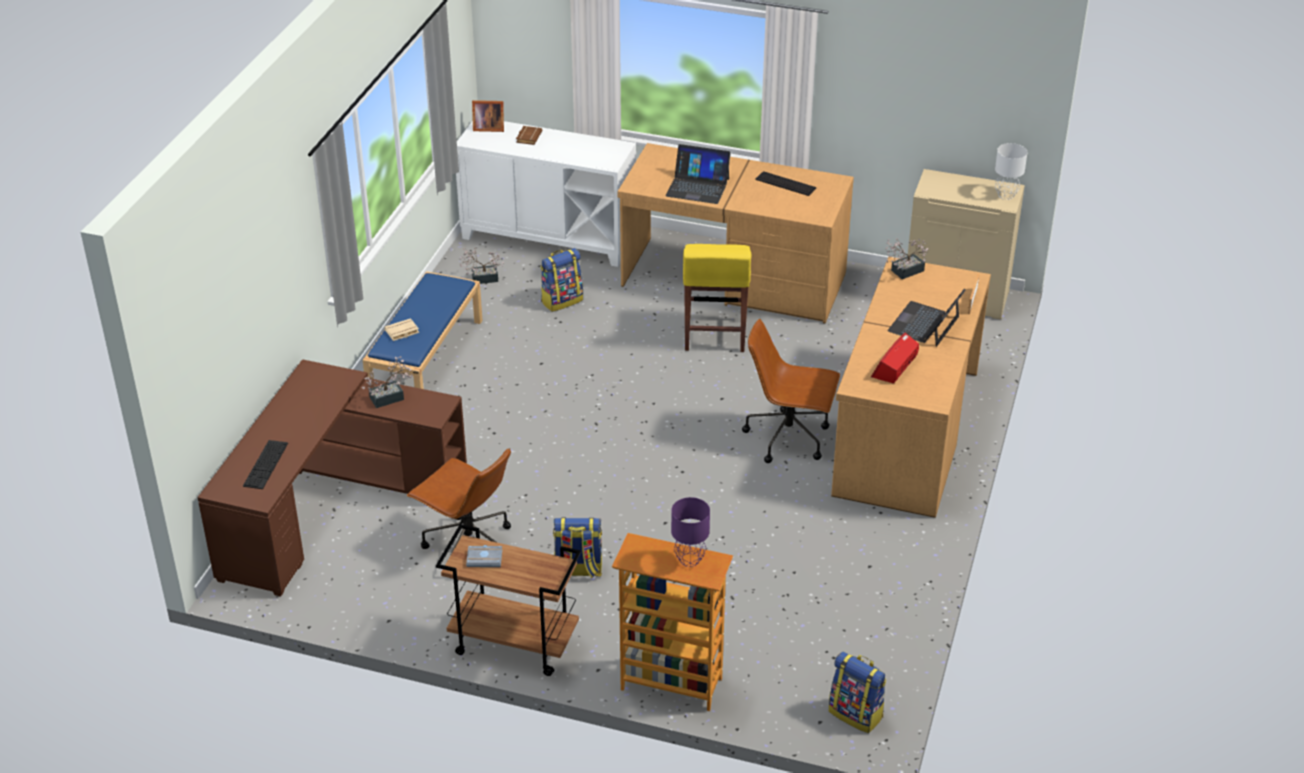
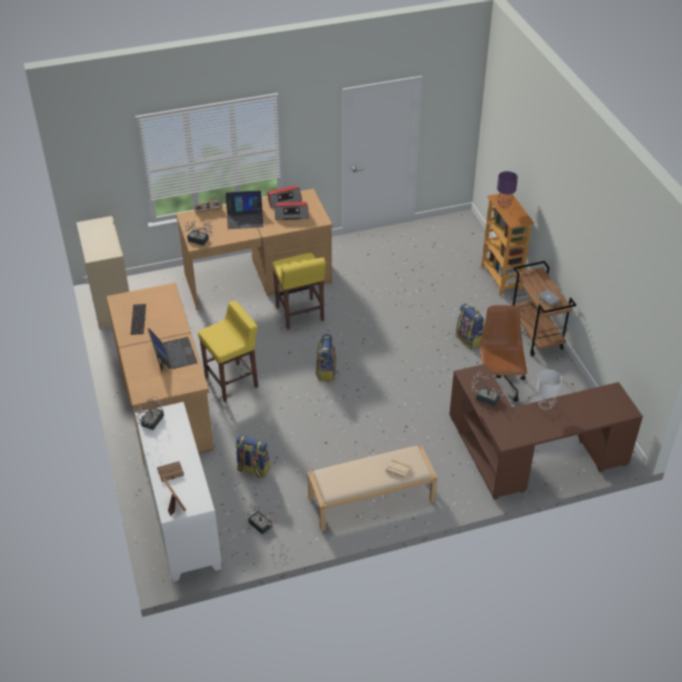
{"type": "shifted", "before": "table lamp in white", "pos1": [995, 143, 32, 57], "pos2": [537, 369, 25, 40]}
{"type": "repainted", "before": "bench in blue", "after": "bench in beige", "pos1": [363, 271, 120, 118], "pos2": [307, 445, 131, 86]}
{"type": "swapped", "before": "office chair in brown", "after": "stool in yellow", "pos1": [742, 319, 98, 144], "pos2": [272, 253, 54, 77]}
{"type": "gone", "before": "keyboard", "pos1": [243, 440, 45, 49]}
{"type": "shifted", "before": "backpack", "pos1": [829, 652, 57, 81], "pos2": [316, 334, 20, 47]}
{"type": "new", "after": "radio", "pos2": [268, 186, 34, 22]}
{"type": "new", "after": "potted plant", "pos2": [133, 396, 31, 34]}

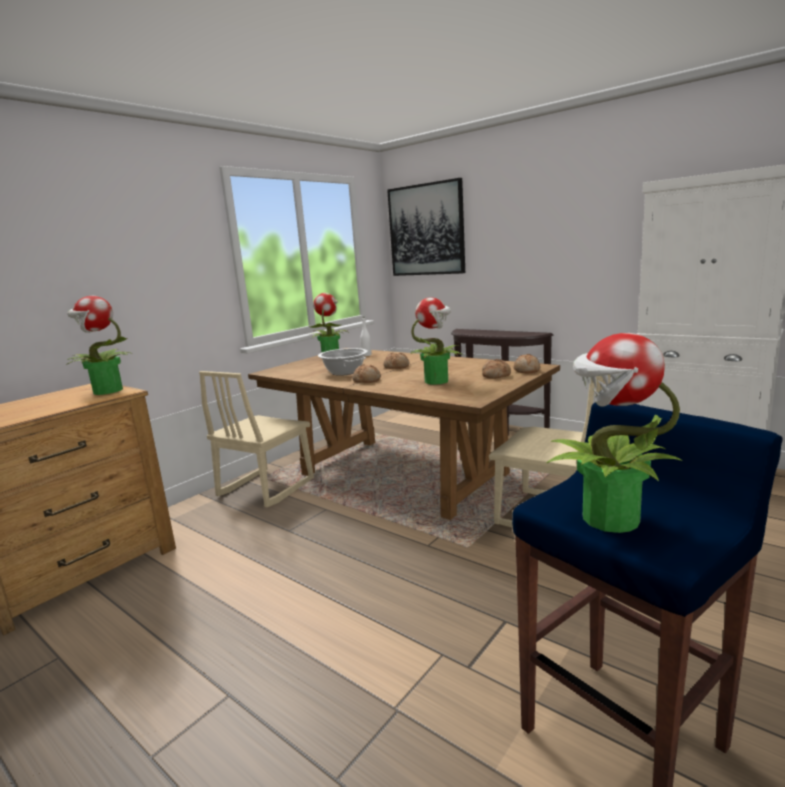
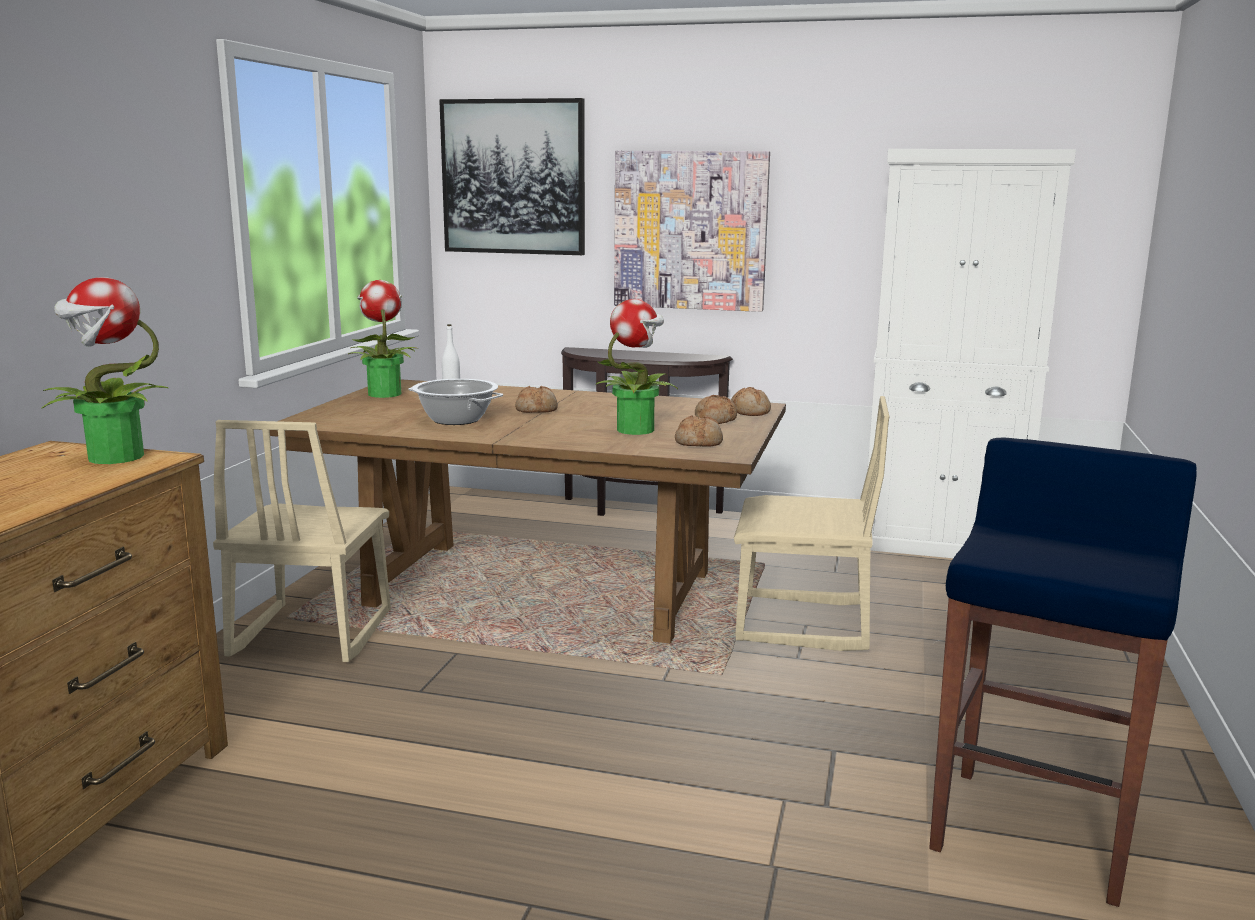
{"type": "gone", "before": "potted plant", "pos1": [546, 333, 136, 200]}
{"type": "shifted", "before": "bread", "pos1": [352, 364, 29, 19], "pos2": [675, 415, 48, 31]}
{"type": "new", "after": "picture", "pos2": [614, 151, 156, 161]}

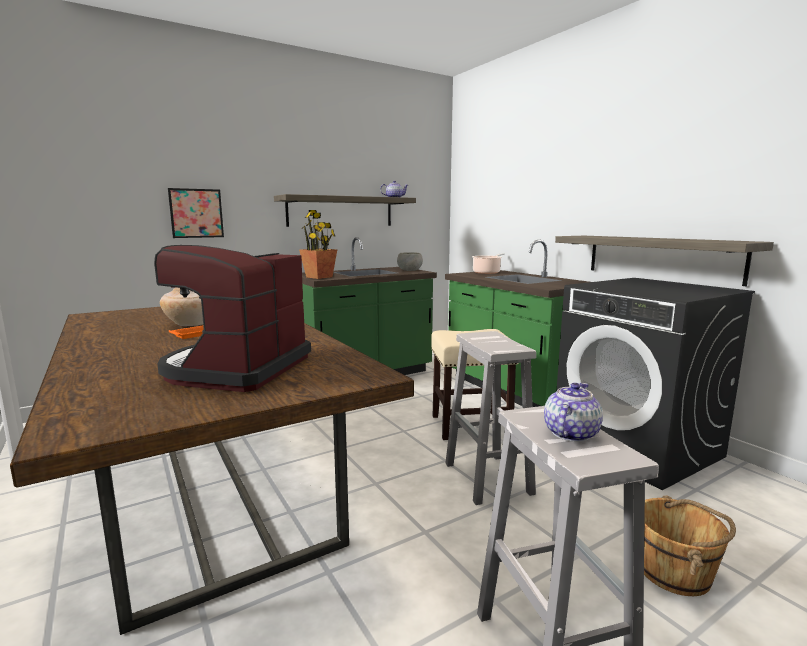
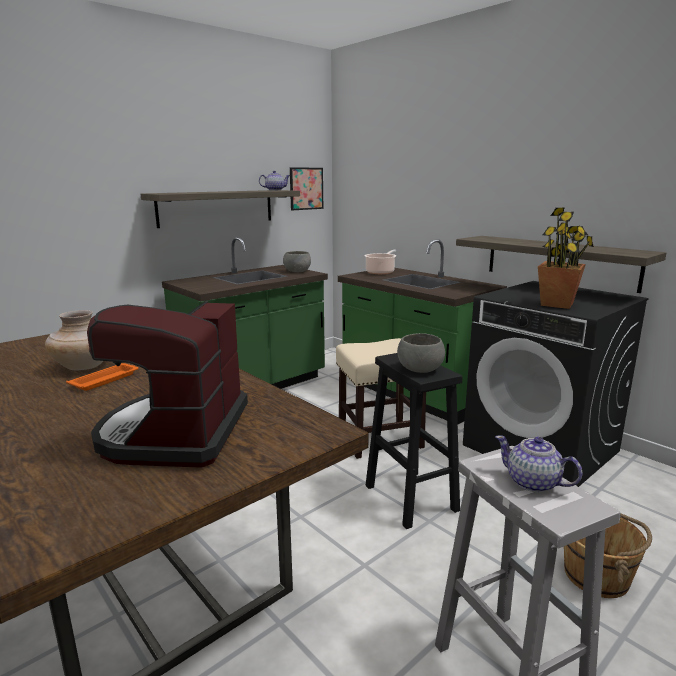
{"type": "shifted", "before": "picture", "pos1": [168, 188, 56, 50], "pos2": [290, 167, 33, 44]}
{"type": "shifted", "before": "potted plant", "pos1": [299, 210, 39, 69], "pos2": [538, 207, 56, 102]}
{"type": "repainted", "before": "stool in white", "after": "stool in black", "pos1": [445, 331, 91, 174], "pos2": [366, 353, 96, 176]}
{"type": "rotated", "before": "teapot", "pos1": [544, 383, 59, 59], "pos2": [495, 435, 87, 58], "turn": -75}
{"type": "new", "after": "bowl in grey", "pos2": [397, 333, 48, 40]}

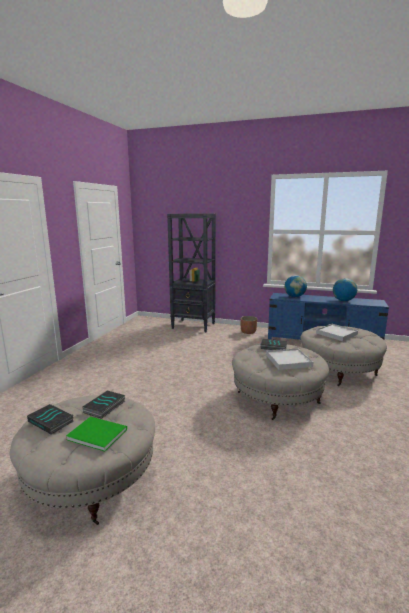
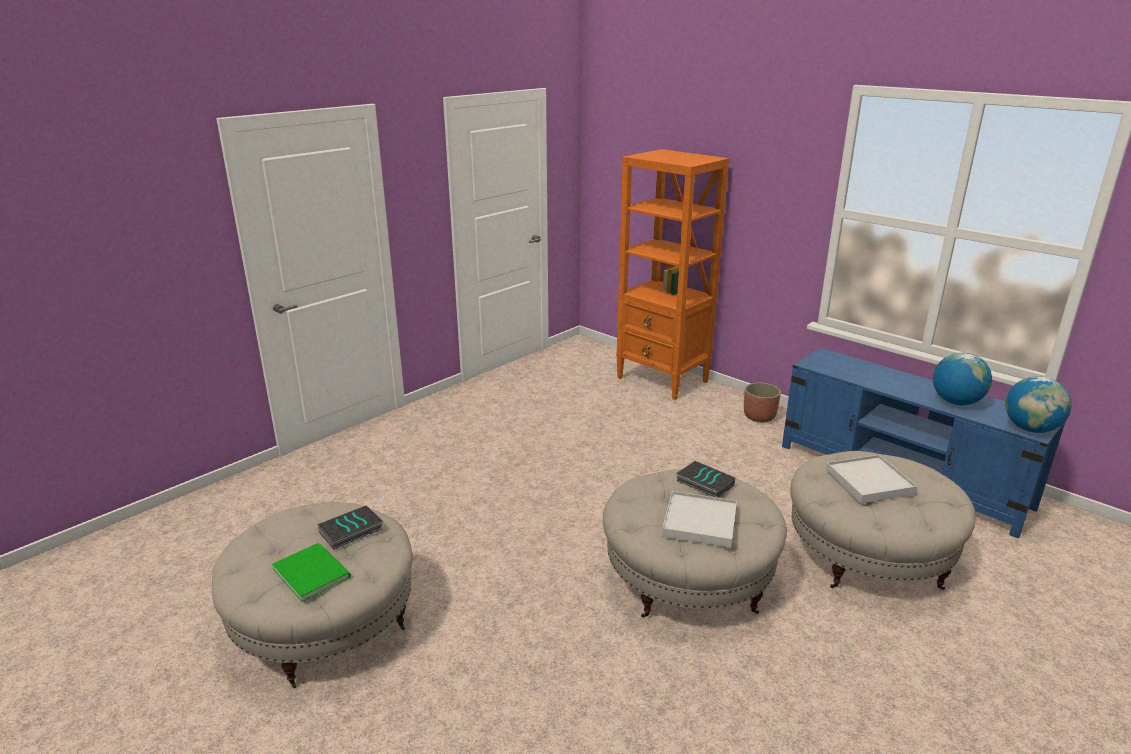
{"type": "repainted", "before": "bookcase in black", "after": "bookcase in orange", "pos1": [167, 214, 49, 118], "pos2": [616, 149, 113, 251]}
{"type": "shifted", "before": "globe", "pos1": [284, 275, 23, 22], "pos2": [1005, 376, 67, 57]}
{"type": "gone", "before": "book", "pos1": [27, 404, 46, 30]}

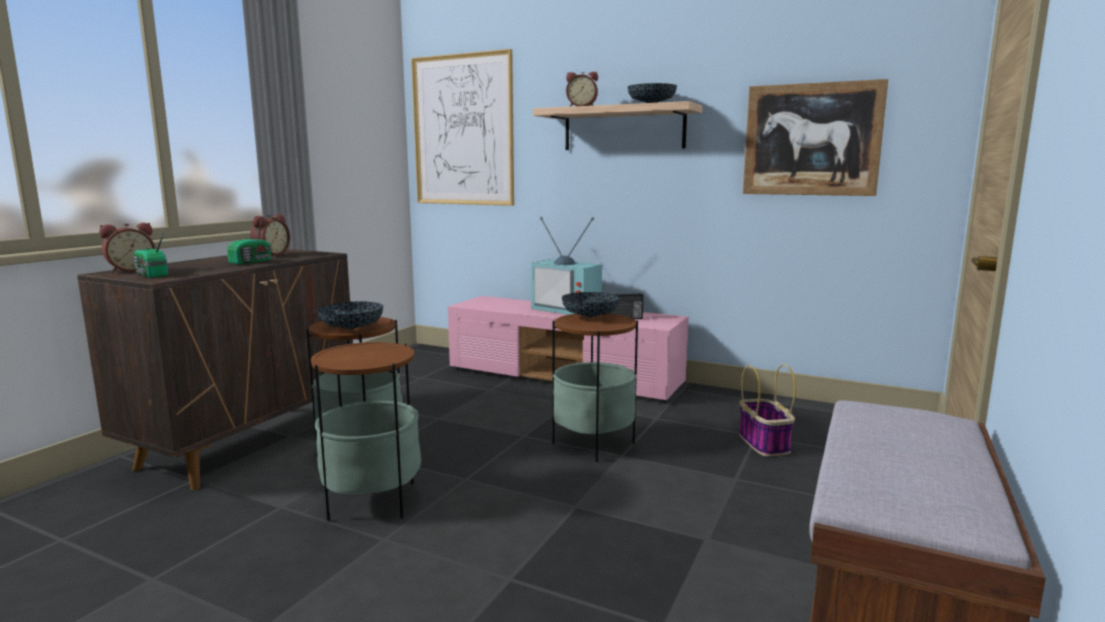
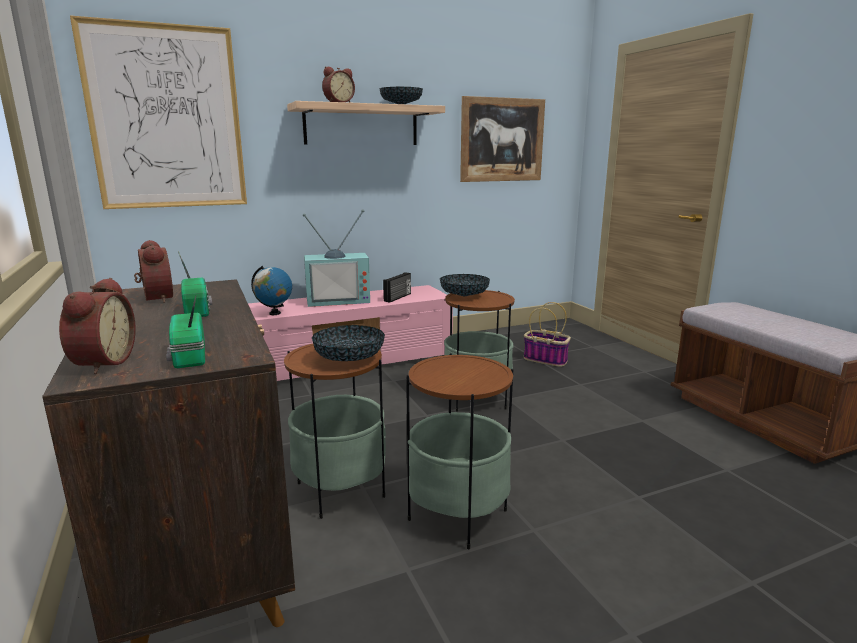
{"type": "rotated", "before": "radio", "pos1": [134, 230, 34, 48], "pos2": [166, 296, 39, 72], "turn": 75}
{"type": "new", "after": "globe", "pos2": [251, 266, 41, 49]}

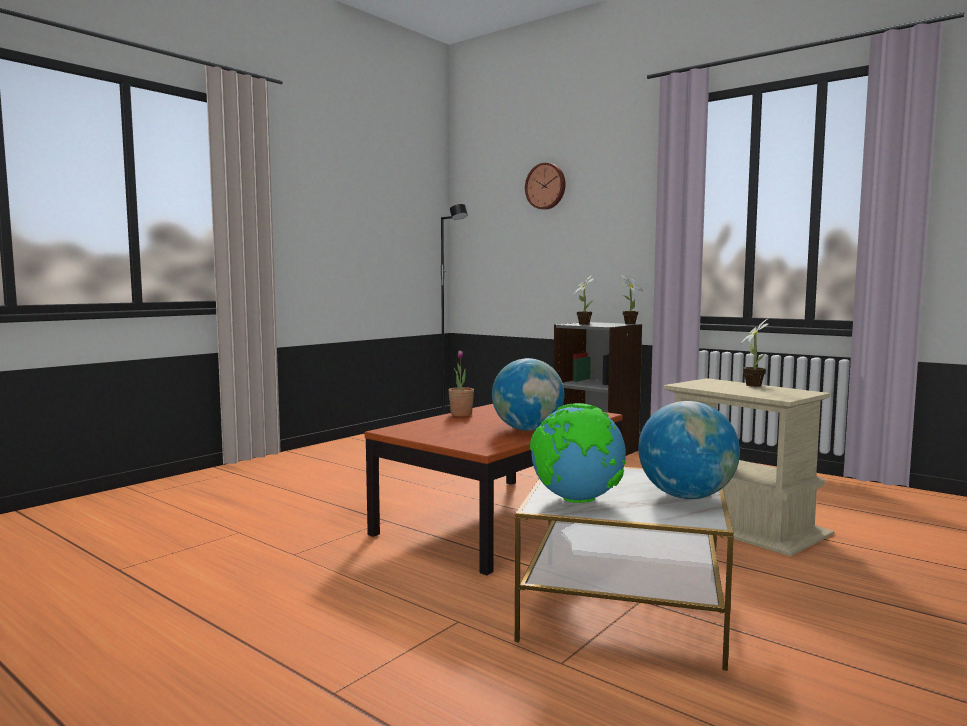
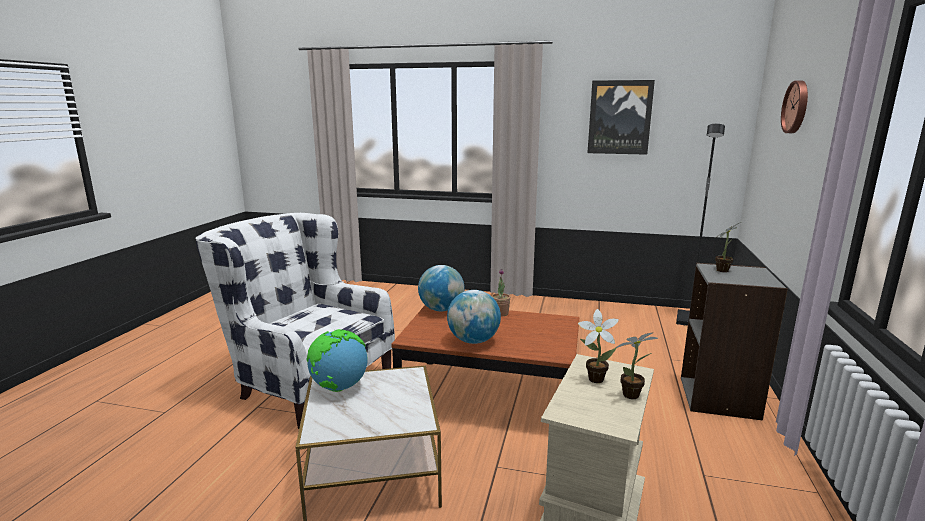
{"type": "shifted", "before": "potted plant", "pos1": [620, 275, 23, 49], "pos2": [578, 309, 41, 74]}
{"type": "shifted", "before": "globe", "pos1": [638, 401, 102, 98], "pos2": [418, 265, 47, 46]}
{"type": "new", "after": "picture", "pos2": [588, 80, 67, 75]}
{"type": "new", "after": "armchair in white", "pos2": [196, 213, 199, 216]}

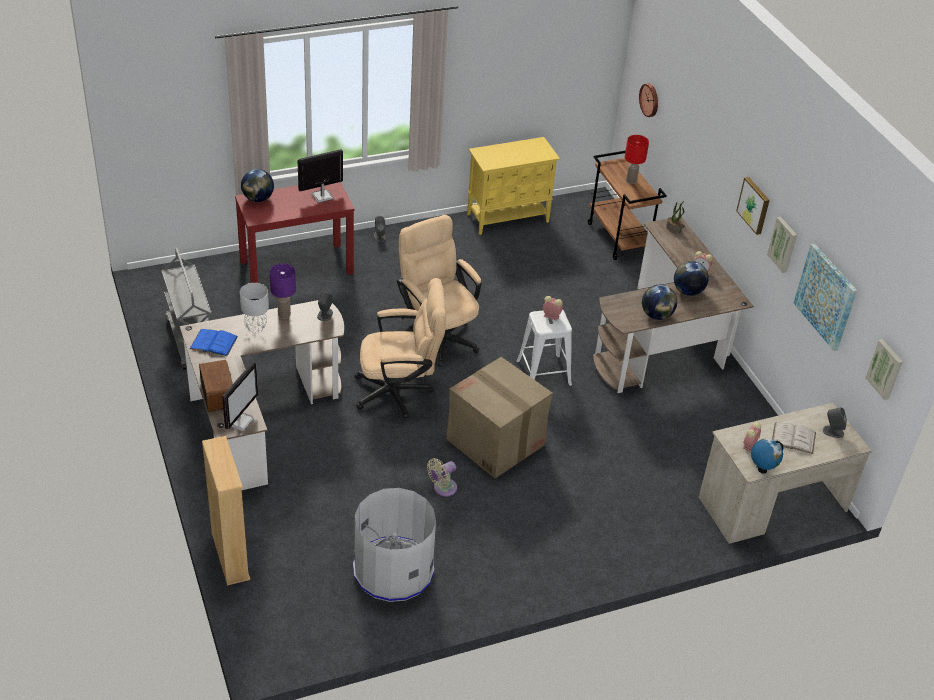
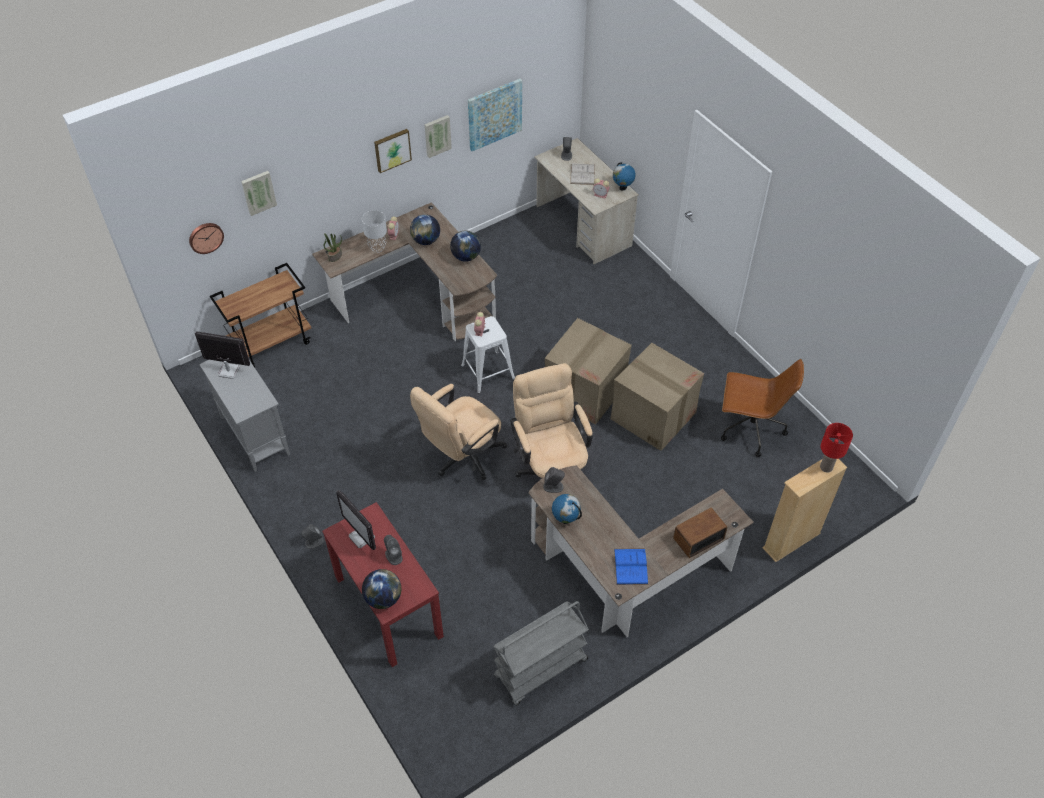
{"type": "shifted", "before": "table lamp in red", "pos1": [625, 135, 24, 49], "pos2": [820, 423, 33, 50]}
{"type": "repainted", "before": "cabinet in yellow", "after": "cabinet in grey", "pos1": [467, 137, 93, 98], "pos2": [199, 360, 91, 112]}
{"type": "swapped", "before": "table lamp in purple", "after": "globe", "pos1": [270, 263, 26, 55], "pos2": [552, 494, 30, 30]}
{"type": "shifted", "before": "table lamp in grey", "pos1": [240, 283, 29, 50], "pos2": [362, 210, 25, 43]}
{"type": "shifted", "before": "picture", "pos1": [865, 339, 38, 61], "pos2": [241, 171, 36, 45]}
{"type": "shifted", "before": "monitor", "pos1": [222, 362, 36, 69], "pos2": [195, 331, 55, 48]}
{"type": "swapped", "before": "fan in beige", "after": "cardboard box", "pos1": [427, 458, 30, 39], "pos2": [610, 343, 94, 108]}
{"type": "swapped", "before": "trash can in grey", "after": "office chair in brown", "pos1": [353, 488, 83, 114], "pos2": [721, 359, 83, 98]}
{"type": "new", "after": "speaker in grey", "pos2": [384, 535, 19, 30]}

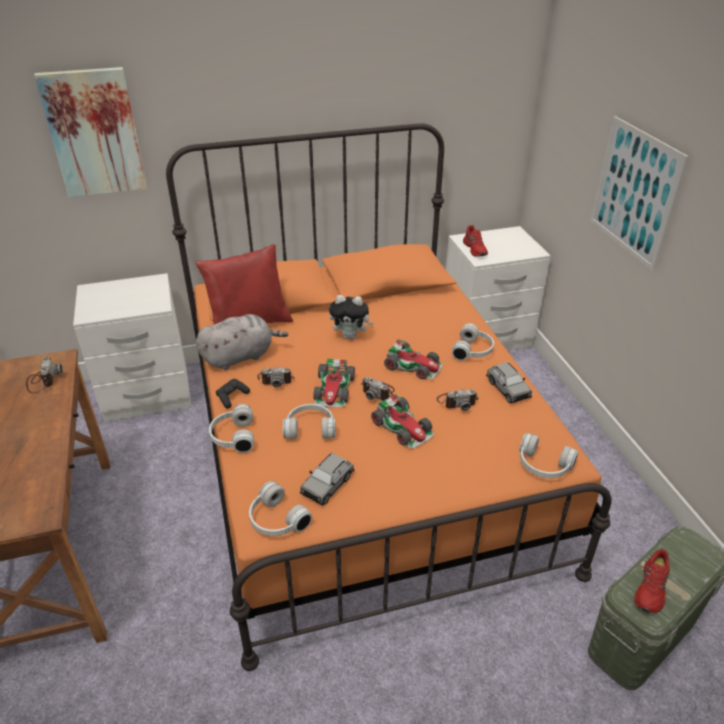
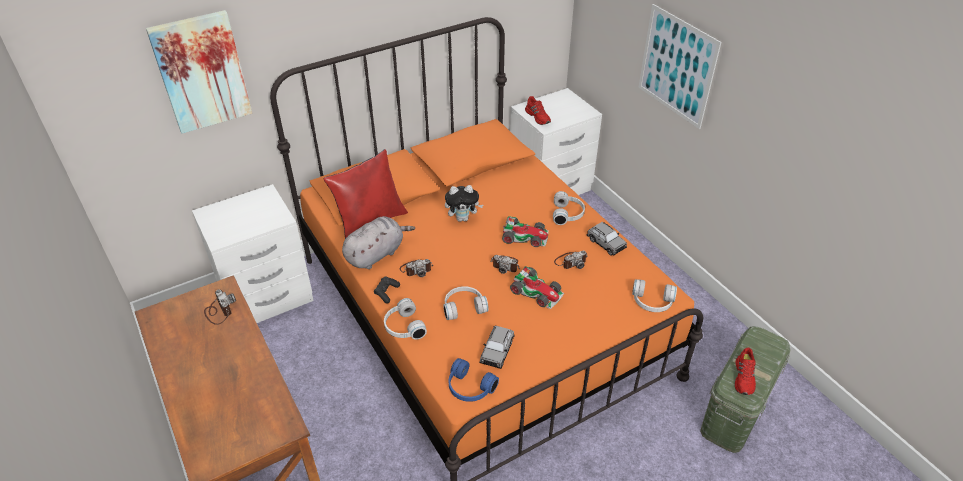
{"type": "gone", "before": "toy car", "pos1": [313, 358, 42, 49]}
{"type": "repainted", "before": "headphones in white", "after": "headphones in blue", "pos1": [249, 481, 63, 55], "pos2": [449, 358, 50, 44]}

